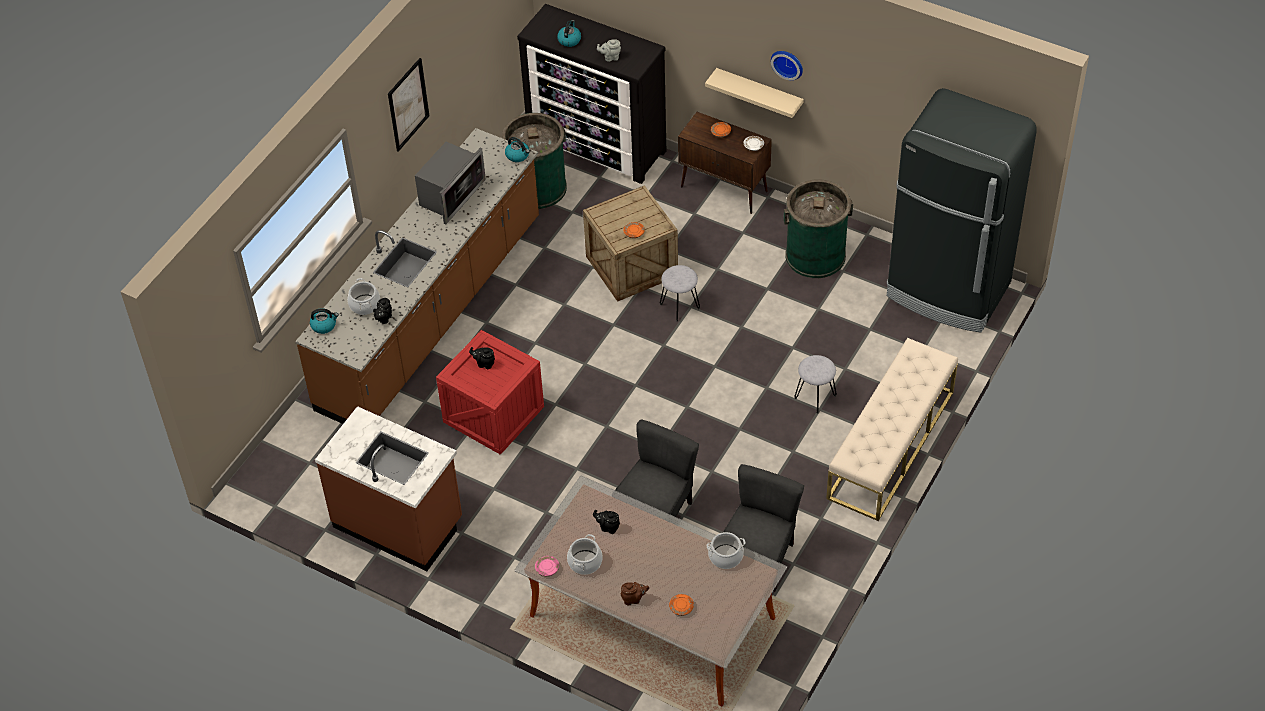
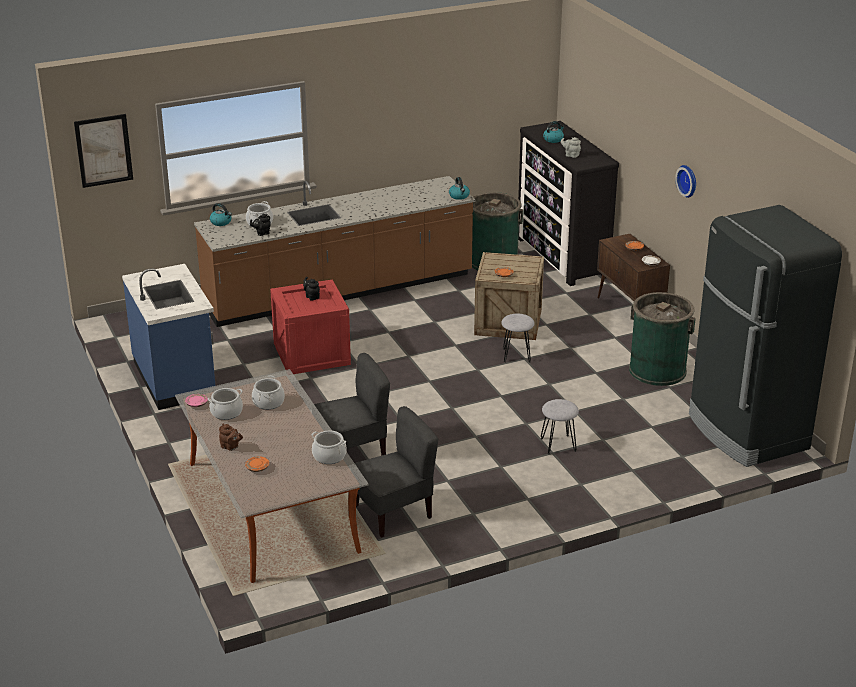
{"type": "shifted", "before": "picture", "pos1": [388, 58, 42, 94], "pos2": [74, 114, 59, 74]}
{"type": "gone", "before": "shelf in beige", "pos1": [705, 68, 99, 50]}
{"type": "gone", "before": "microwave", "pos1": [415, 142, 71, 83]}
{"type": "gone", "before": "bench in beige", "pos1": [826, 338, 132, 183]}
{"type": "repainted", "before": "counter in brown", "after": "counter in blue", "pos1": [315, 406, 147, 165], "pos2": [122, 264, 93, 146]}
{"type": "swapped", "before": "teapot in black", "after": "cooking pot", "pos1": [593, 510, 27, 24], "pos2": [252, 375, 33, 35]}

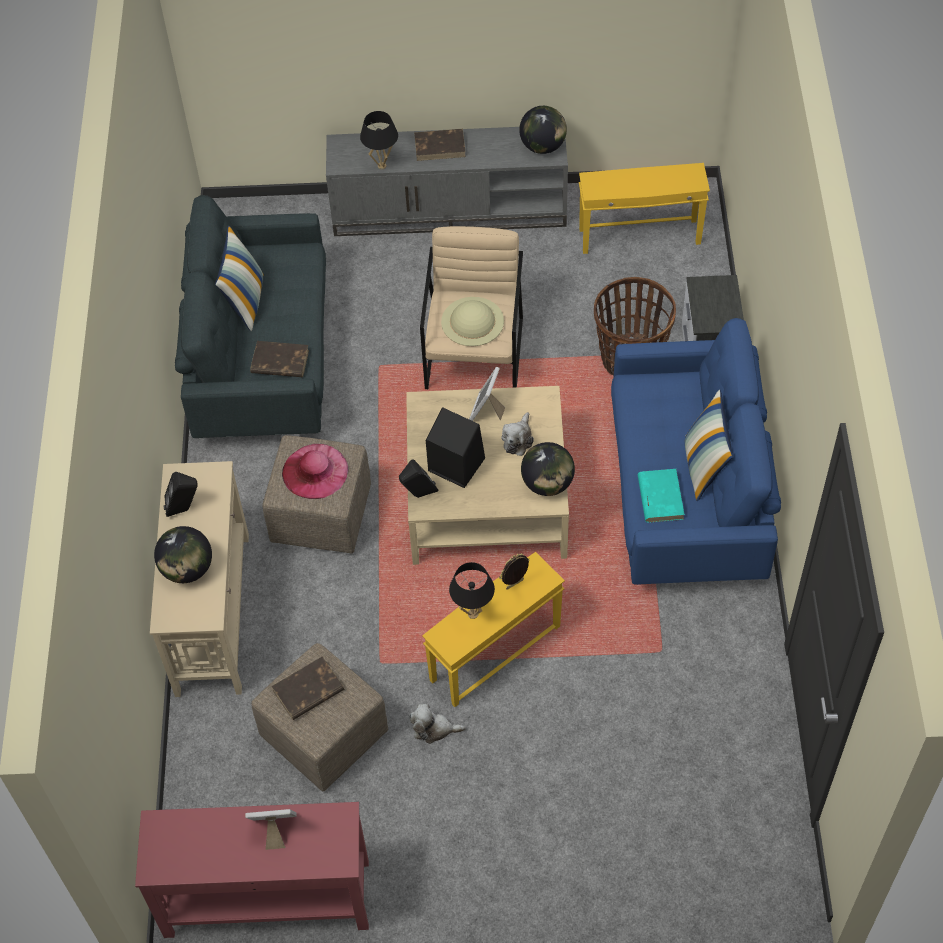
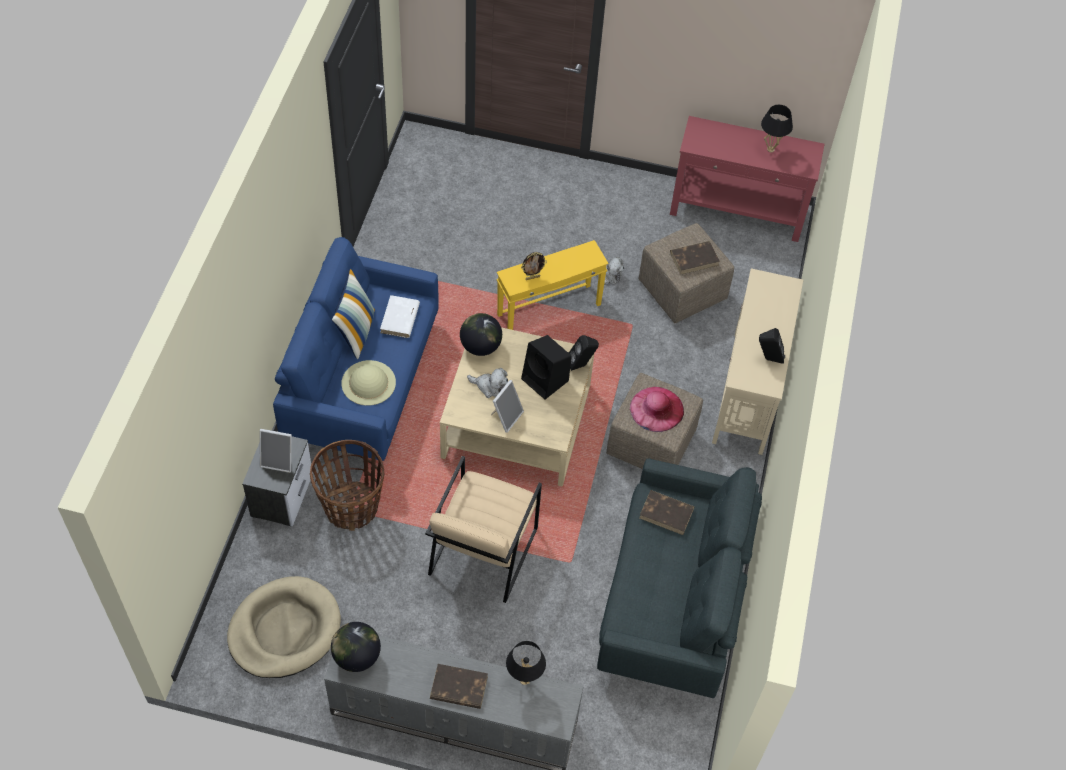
{"type": "swapped", "before": "side table in yellow", "after": "dog bed in beige", "pos1": [579, 163, 131, 91], "pos2": [227, 576, 114, 102]}
{"type": "gone", "before": "pillow", "pos1": [215, 226, 49, 105]}
{"type": "shifted", "before": "hat in beige", "pos1": [441, 297, 63, 49], "pos2": [341, 360, 55, 46]}
{"type": "rotated", "before": "plush toy", "pos1": [501, 412, 33, 44], "pos2": [467, 368, 41, 30], "turn": 75}
{"type": "repainted", "before": "book in turquoise", "after": "book in white", "pos1": [638, 469, 47, 54], "pos2": [380, 295, 40, 43]}
{"type": "gone", "before": "globe", "pos1": [154, 526, 58, 57]}
{"type": "shifted", "before": "table lamp in black", "pos1": [449, 562, 46, 57], "pos2": [761, 105, 32, 47]}
{"type": "shifted", "before": "picture frame", "pos1": [245, 809, 52, 41], "pos2": [260, 429, 32, 44]}

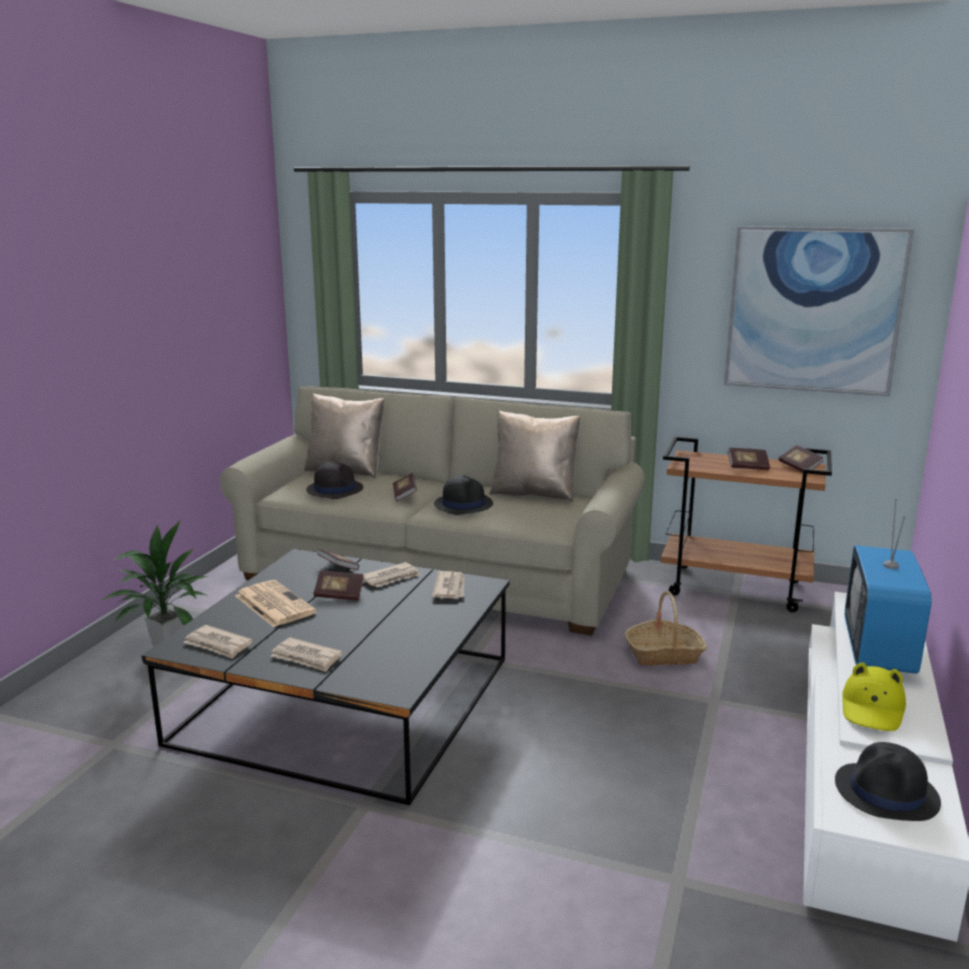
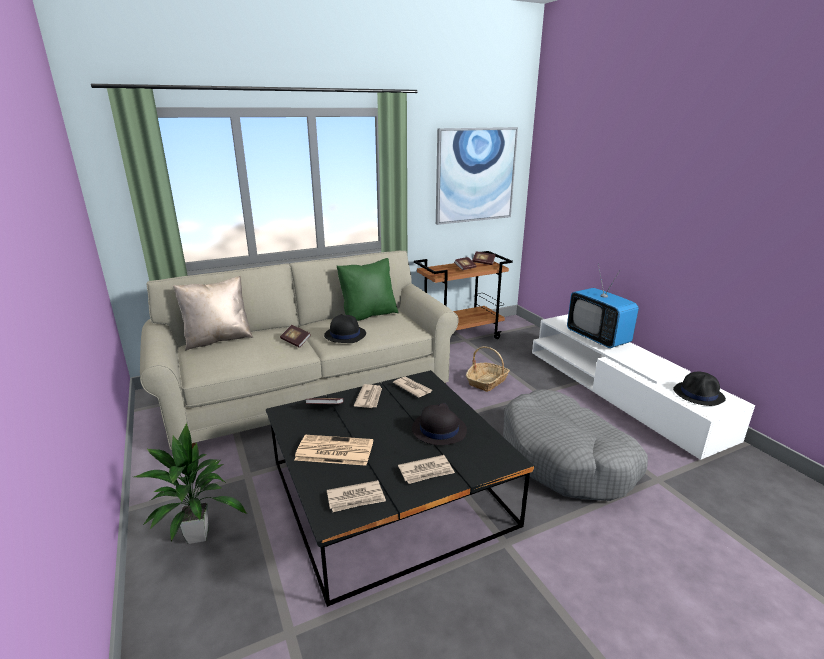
{"type": "repainted", "before": "pillow in beige", "after": "pillow in green", "pos1": [489, 410, 92, 92], "pos2": [337, 258, 62, 63]}
{"type": "shifted", "before": "hat in black", "pos1": [306, 461, 57, 38], "pos2": [412, 403, 55, 42]}
{"type": "gone", "before": "book", "pos1": [314, 571, 50, 30]}
{"type": "gone", "before": "hat in yellow", "pos1": [842, 662, 64, 69]}
{"type": "new", "after": "dog bed in grey", "pos2": [503, 389, 145, 112]}

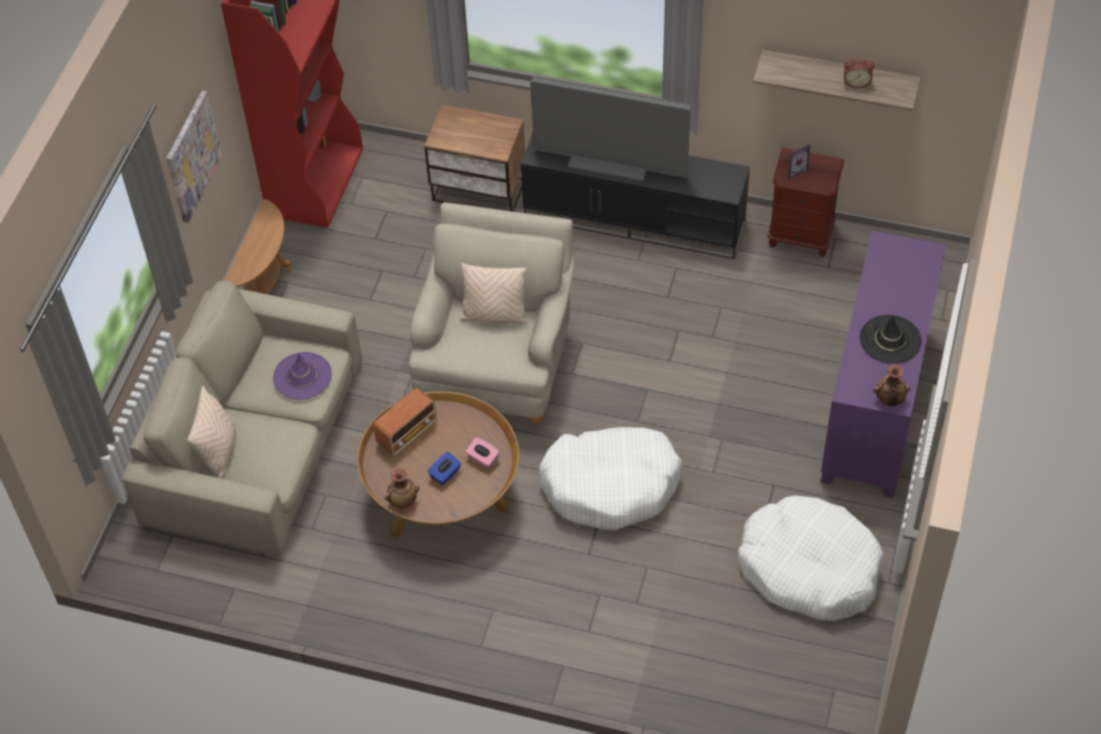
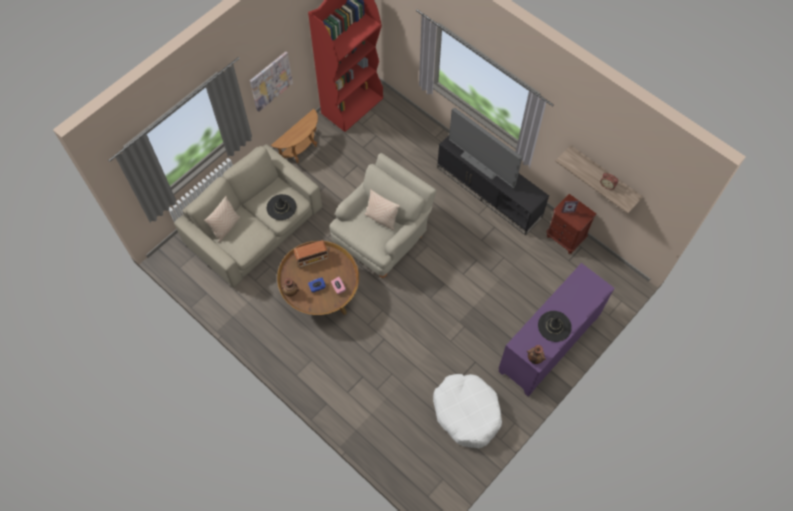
{"type": "gone", "before": "nightstand", "pos1": [424, 105, 101, 107]}
{"type": "repainted", "before": "hat in purple", "after": "hat in black", "pos1": [273, 352, 59, 48], "pos2": [267, 194, 29, 26]}
{"type": "gone", "before": "dog bed in white", "pos1": [539, 427, 143, 103]}

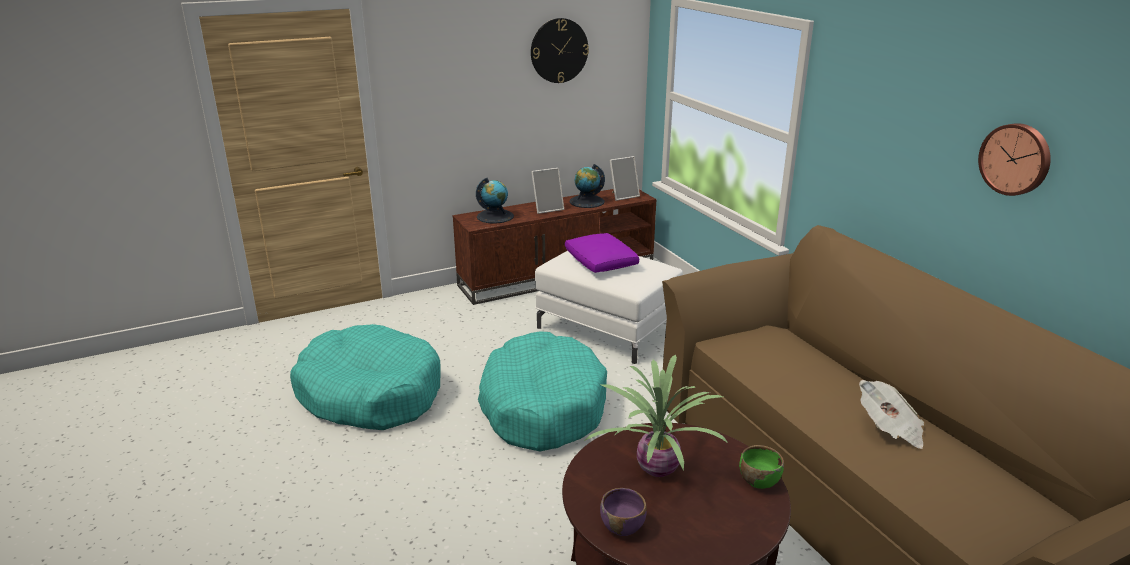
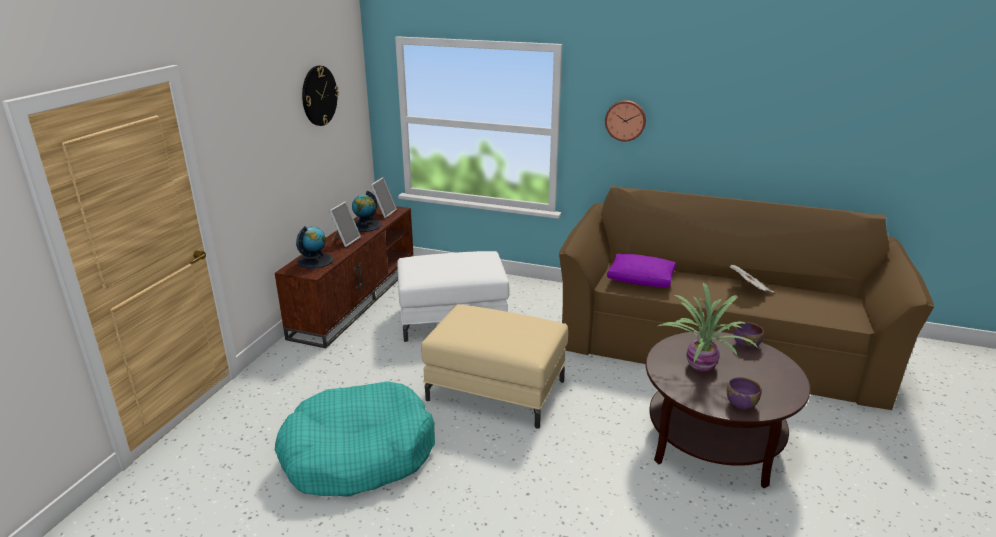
{"type": "shifted", "before": "wall clock", "pos1": [978, 123, 73, 73], "pos2": [605, 100, 41, 41]}
{"type": "shifted", "before": "pillow in purple", "pos1": [565, 233, 74, 40], "pos2": [607, 254, 69, 33]}
{"type": "swapped", "before": "dog bed in turquoise", "after": "ottoman in beige", "pos1": [478, 331, 129, 121], "pos2": [421, 304, 147, 125]}
{"type": "repainted", "before": "bowl in green", "after": "bowl in purple", "pos1": [739, 445, 45, 44], "pos2": [734, 322, 30, 27]}

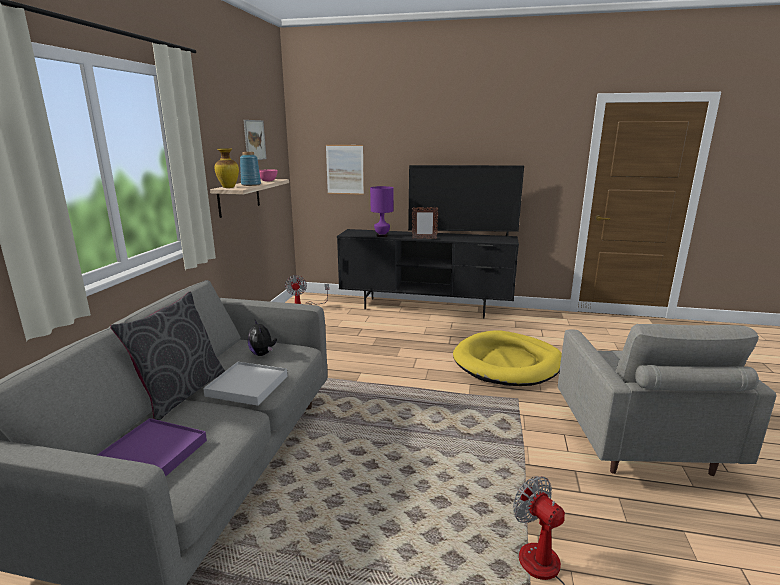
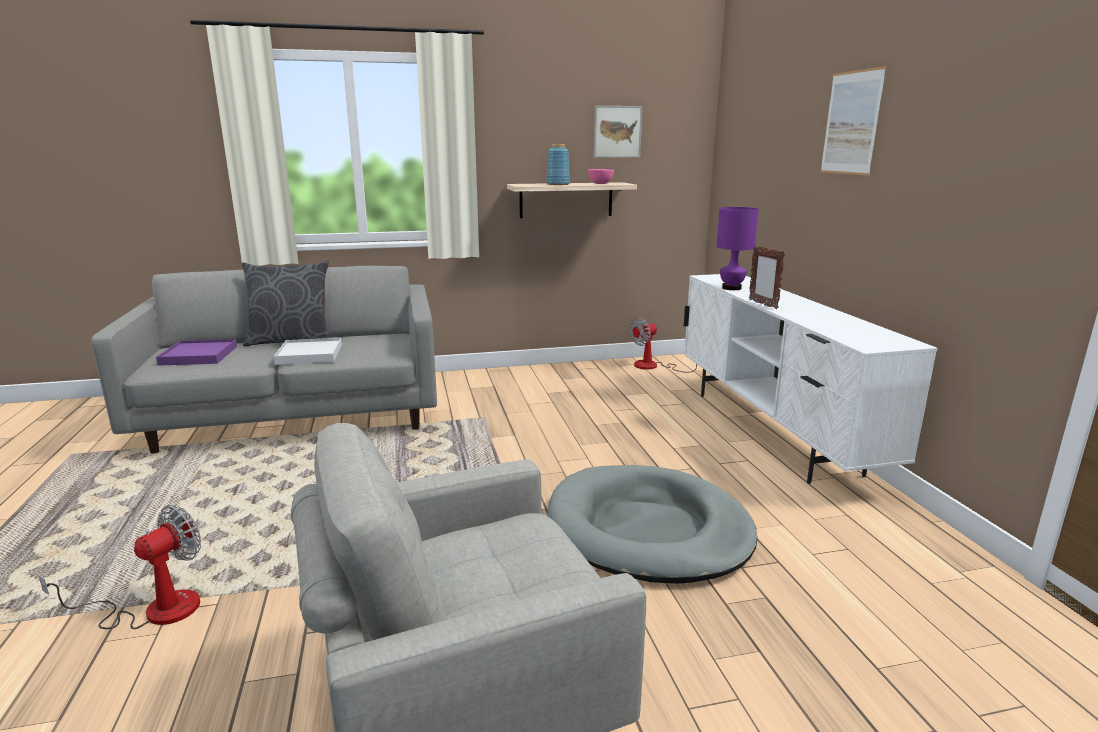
{"type": "shifted", "before": "picture", "pos1": [326, 145, 38, 50], "pos2": [820, 66, 67, 110]}
{"type": "gone", "before": "vase", "pos1": [215, 149, 24, 39]}
{"type": "gone", "before": "television", "pos1": [408, 165, 116, 74]}
{"type": "repainted", "before": "tv stand in black", "after": "tv stand in white", "pos1": [337, 229, 182, 90], "pos2": [684, 274, 254, 210]}
{"type": "gone", "before": "plush toy", "pos1": [248, 320, 29, 36]}
{"type": "repainted", "before": "dog bed in yellow", "after": "dog bed in grey", "pos1": [453, 330, 109, 56], "pos2": [548, 465, 209, 119]}

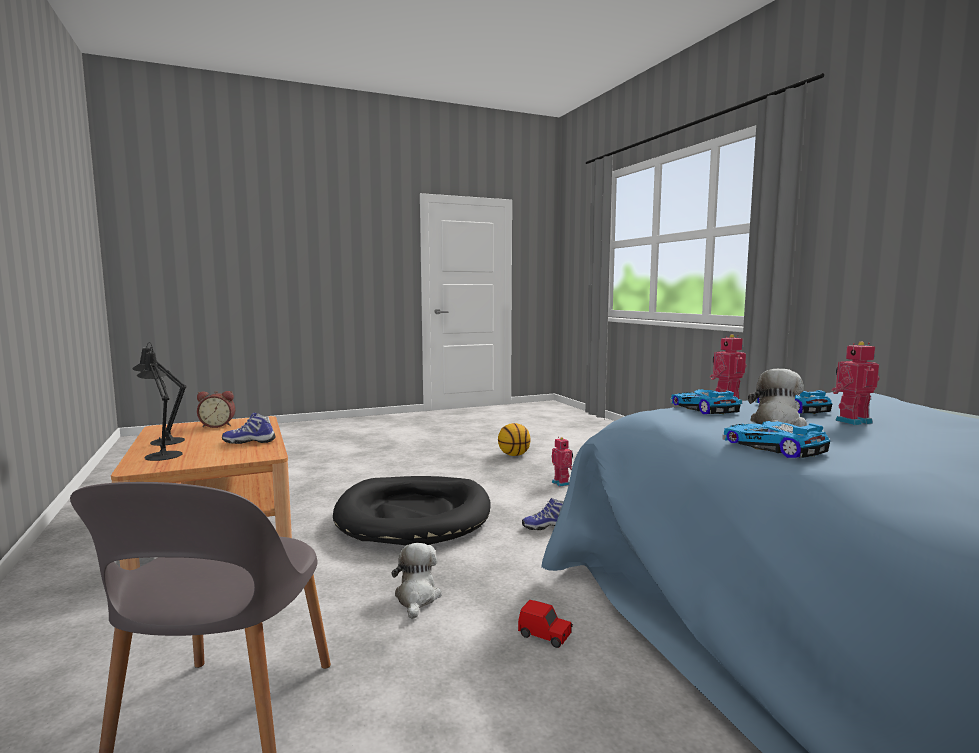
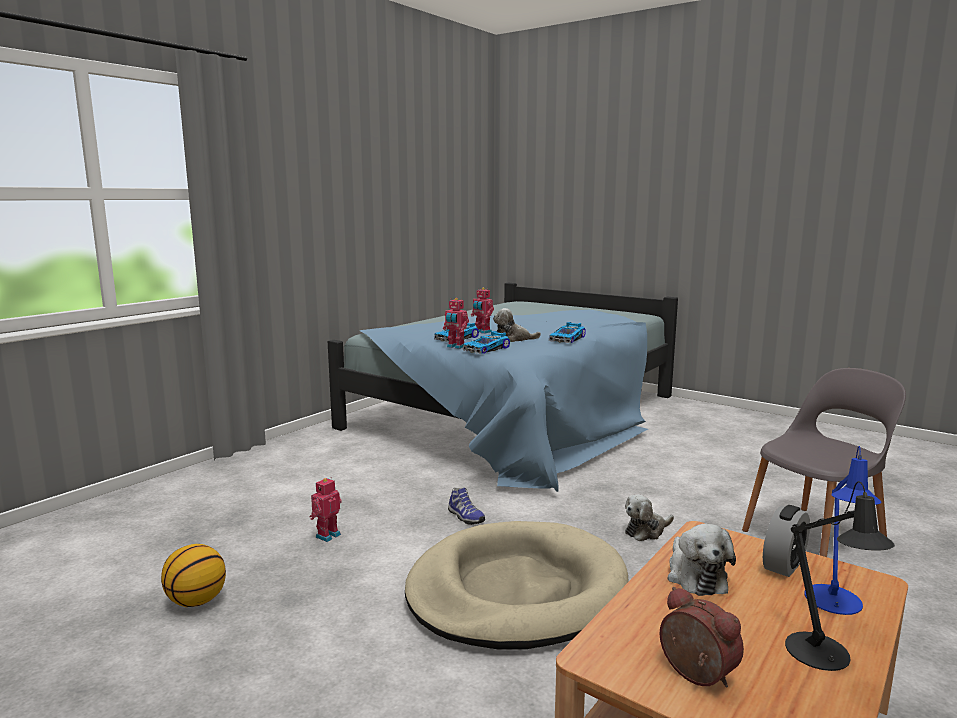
{"type": "repainted", "before": "table lamp in black", "after": "table lamp in blue", "pos1": [137, 347, 46, 114], "pos2": [805, 446, 77, 169]}
{"type": "swapped", "before": "shoe", "after": "plush toy", "pos1": [222, 413, 54, 31], "pos2": [668, 524, 68, 72]}
{"type": "repainted", "before": "dog bed in black", "after": "dog bed in beige", "pos1": [333, 476, 158, 69], "pos2": [405, 521, 224, 129]}
{"type": "gone", "before": "toy car in red", "pos1": [518, 600, 55, 48]}
{"type": "new", "after": "alarm clock", "pos2": [763, 505, 47, 72]}

